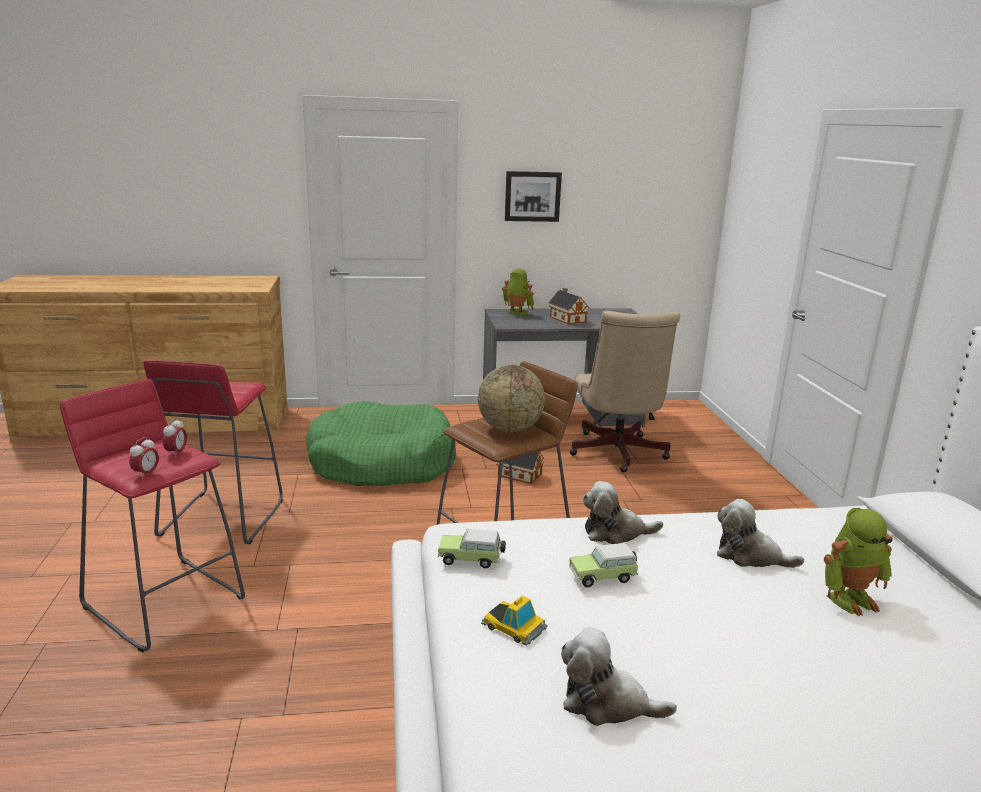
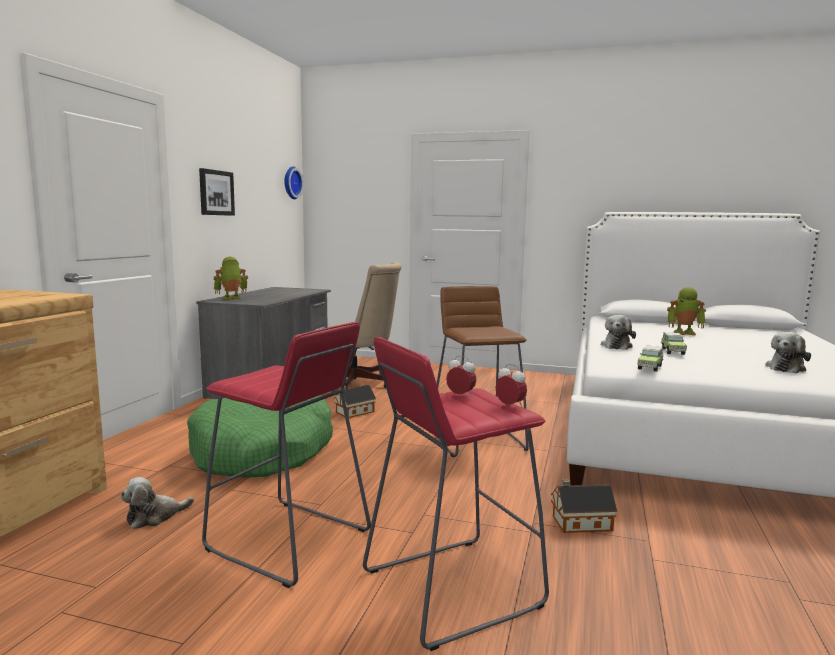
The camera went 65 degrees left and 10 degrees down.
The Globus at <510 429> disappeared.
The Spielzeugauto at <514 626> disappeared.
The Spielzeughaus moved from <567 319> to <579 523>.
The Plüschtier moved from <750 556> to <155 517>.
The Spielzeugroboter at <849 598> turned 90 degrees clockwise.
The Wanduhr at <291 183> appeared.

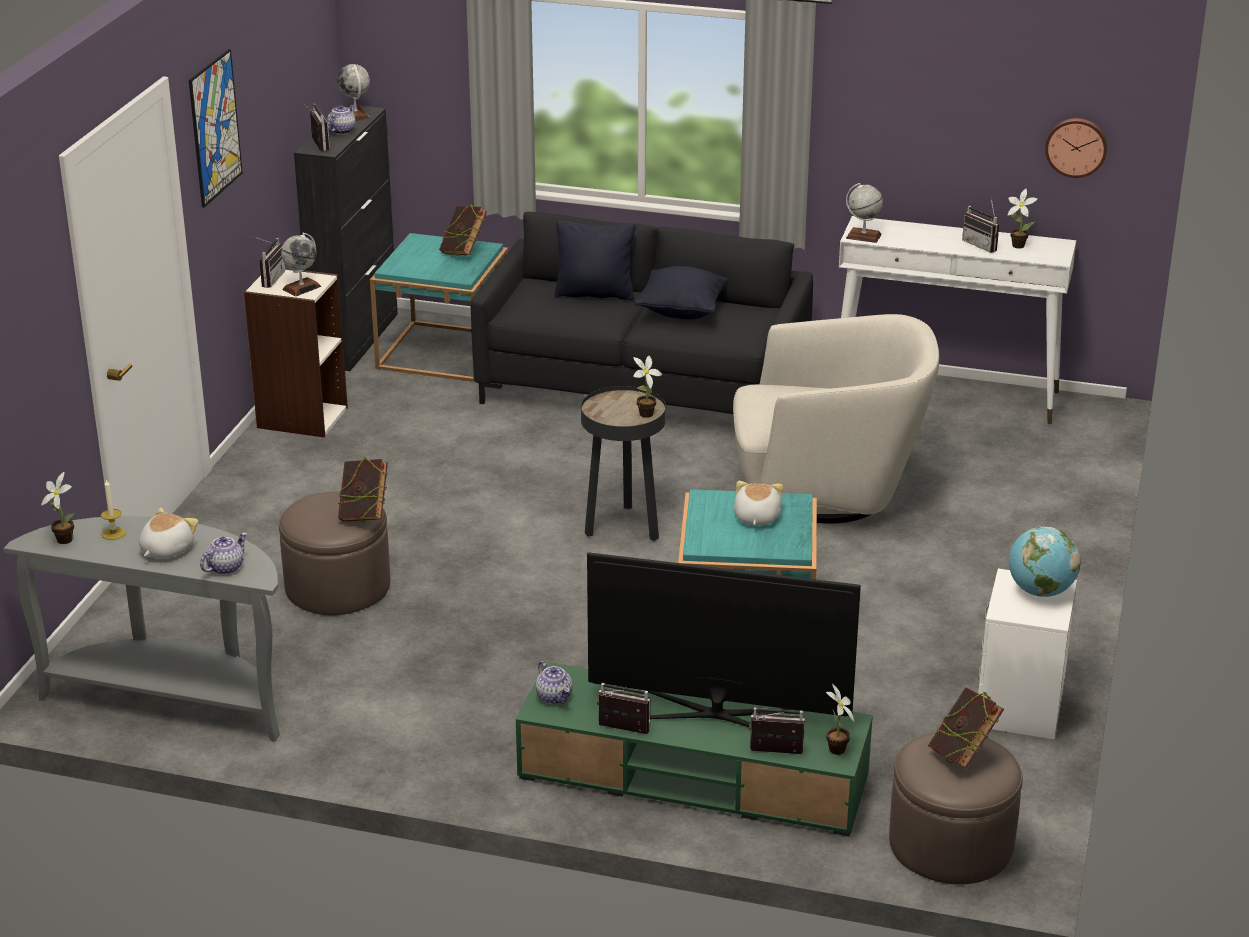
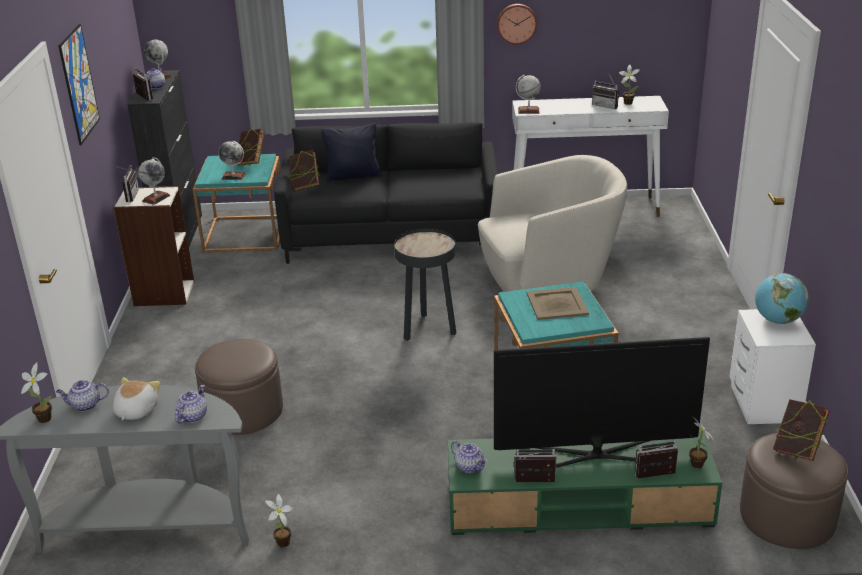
The camera went 15 degrees left and 0 degrees up.
The Kerze at <113 533> was replaced by the Teekanne at <85 405>.
The Buch moved from <364 515> to <305 186>.
The Topfpflanze moved from <644 415> to <281 544>.
The Kissen/schwarz at <682 311> disappeared.
The Plüschtier at <756 518> was replaced by the Tablett/beige at <556 304>.
The Wanduhr moved from <1076 146> to <516 23>.
The Globus at <233 176> appeared.

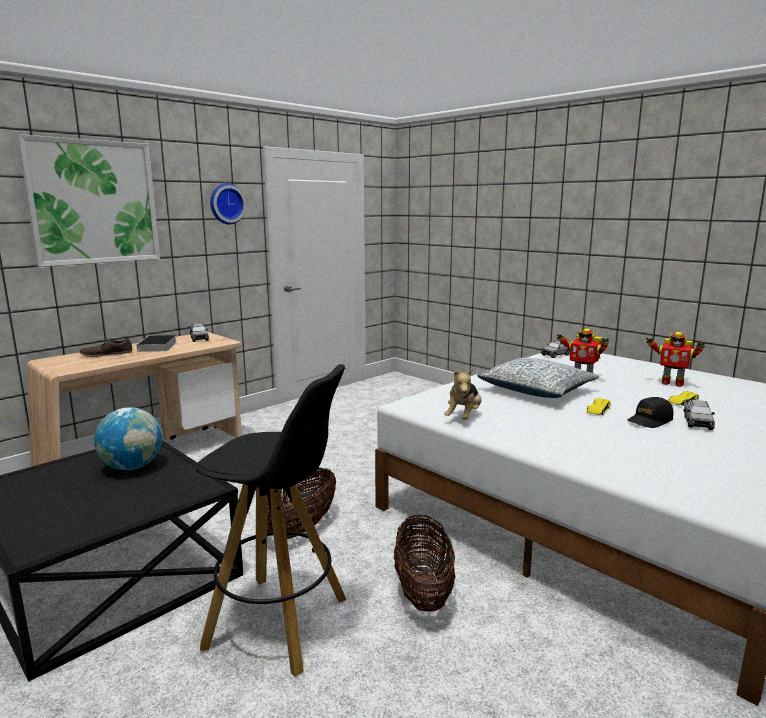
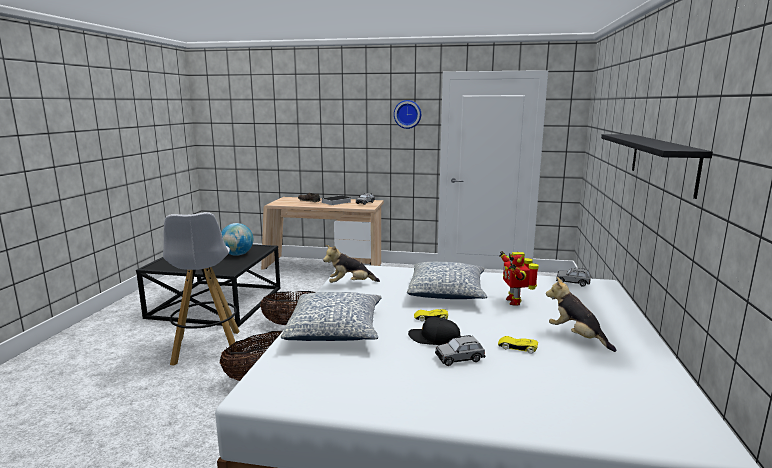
The camera went 55 degrees right and 0 degrees up.
The Bild at <94 202> disappeared.
The Hocker/schwarz at <280 623> became the Hocker/weiß at <207 348>.
The Spielzeugroboter at <671 383> was replaced by the Plüschtier at <576 337>.
The Kissen at <335 330> appeared.
The Wandregal/schwarz at <662 161> appeared.

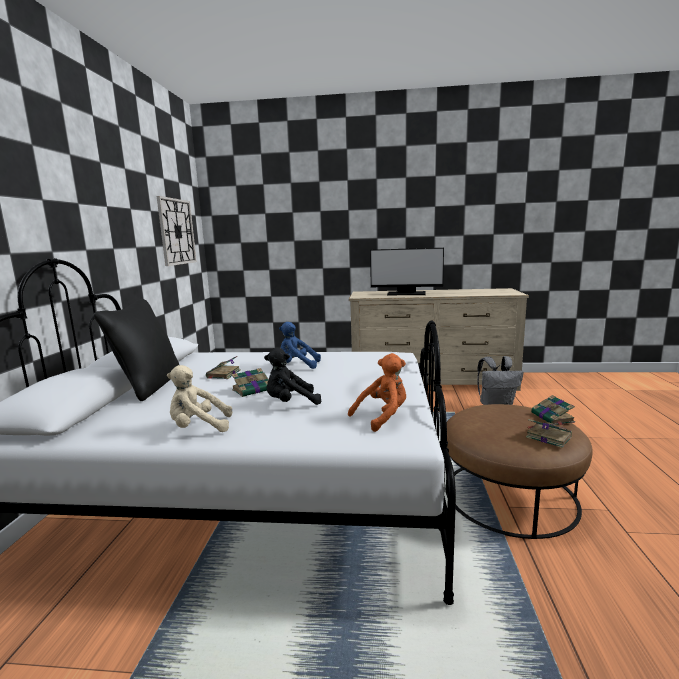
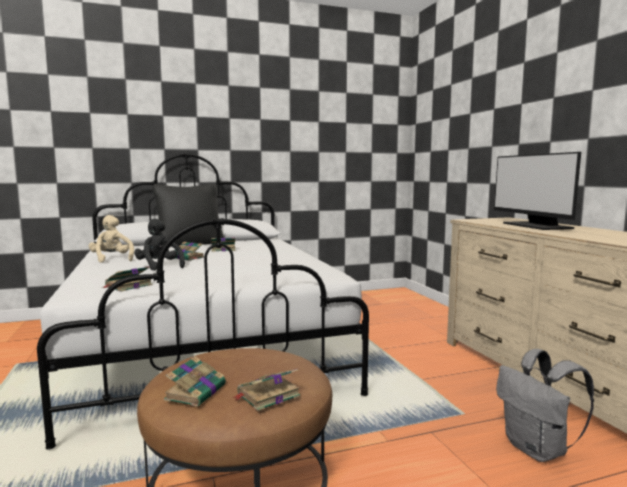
The camera went 65 degrees right and 5 degrees down.
The Wanduhr at <177 232> disappeared.
The Plüschtier/blau at <297 366> disappeared.
The Plüschtier/orange at <383 417> was replaced by the Buch at <127 286>.

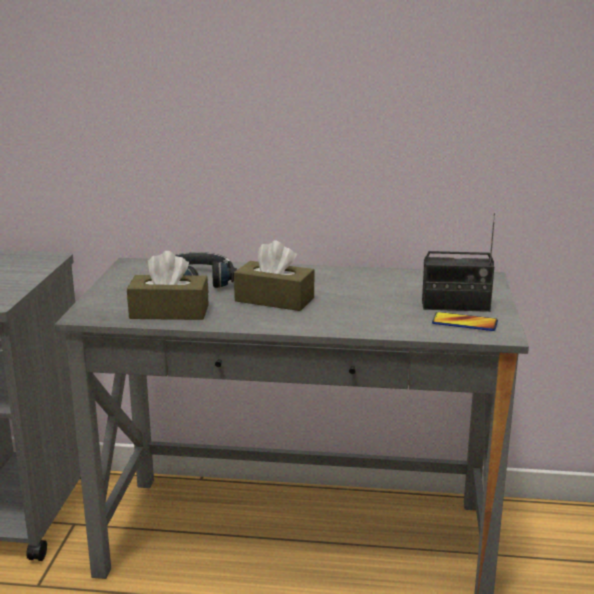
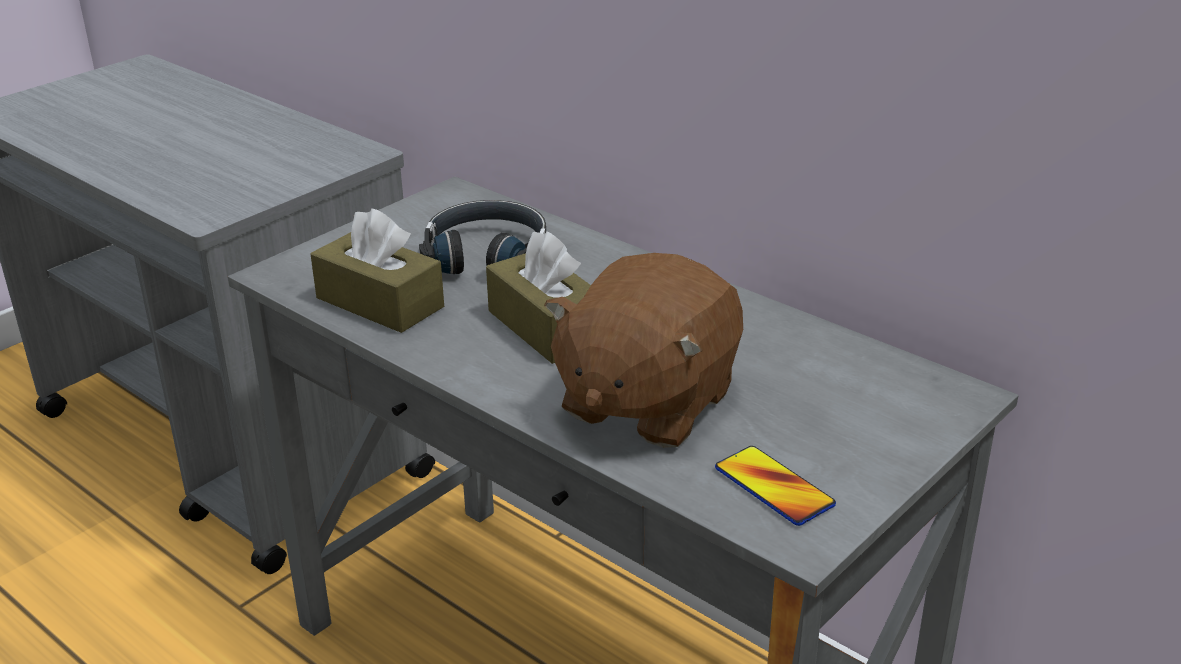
The camera went 35 degrees right and 10 degrees up.
The Radio at <455 306> disappeared.
The Plüschtier/braun at <646 402> appeared.

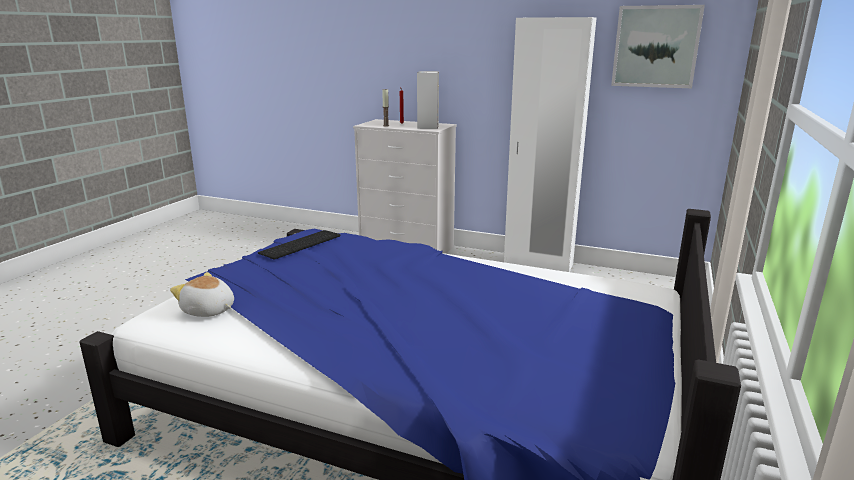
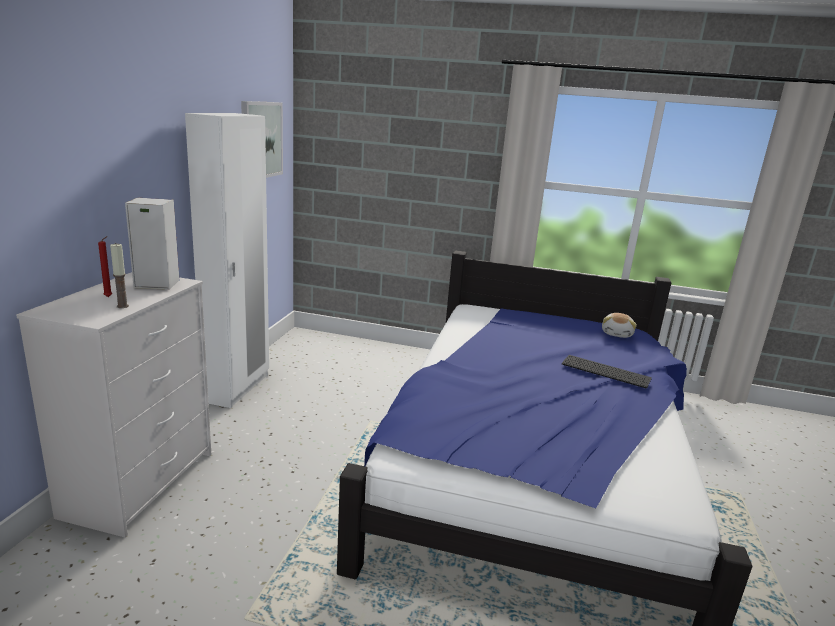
The camera went 100 degrees left and 0 degrees up.
The Plüschtier moved from <208 311> to <617 334>.
The Tastatur moved from <301 245> to <607 371>.

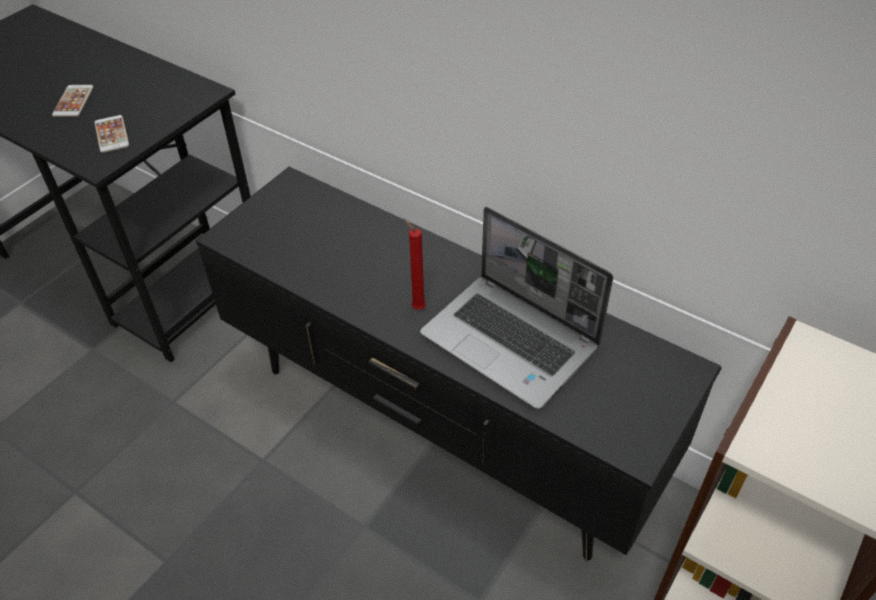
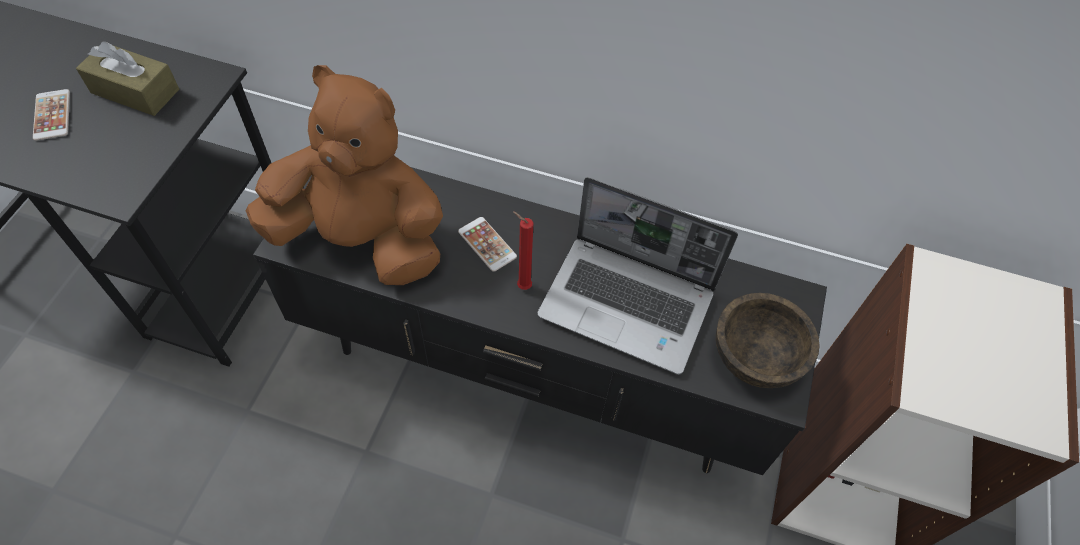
The camera went 20 degrees left and 10 degrees up.
The Handy moved from <112 134> to <487 244>.
The Taschentuchbox/braun at <135 91> appeared.
The Plüschtier/braun at <362 239> appeared.
The Schüssel/braun at <755 356> appeared.

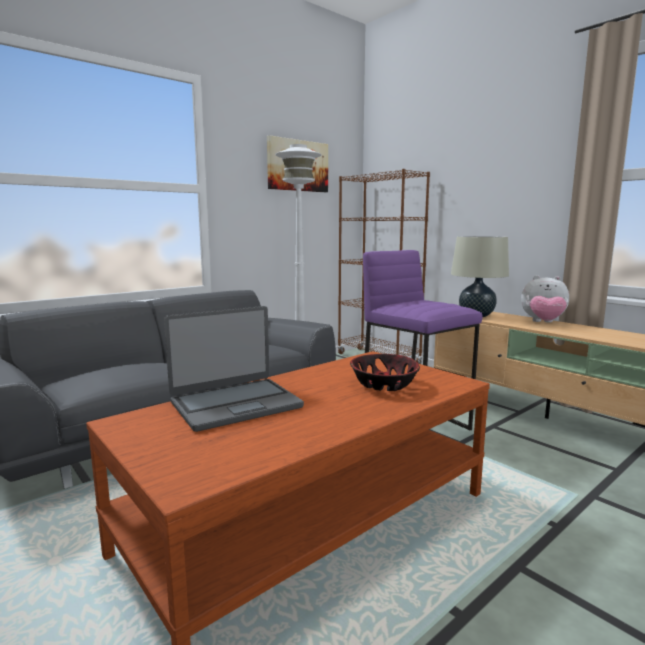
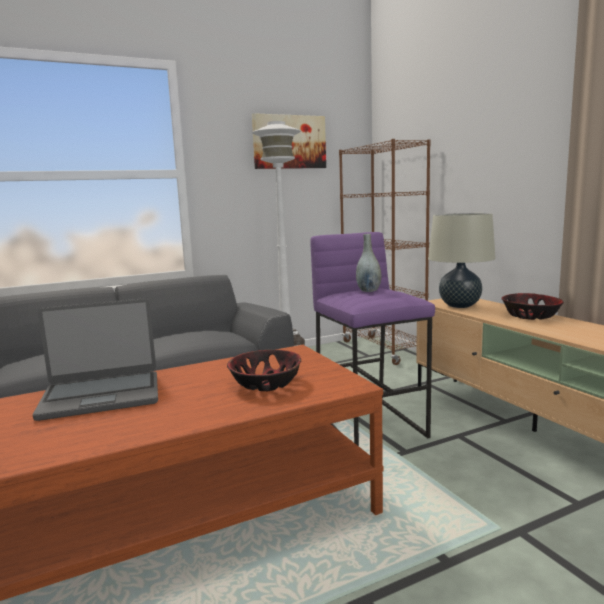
The camera went 15 degrees right and 0 degrees up.
The Plüschtier at <543 322> was replaced by the Schüssel at <531 316>.
The Vase/grau at <368 290> appeared.

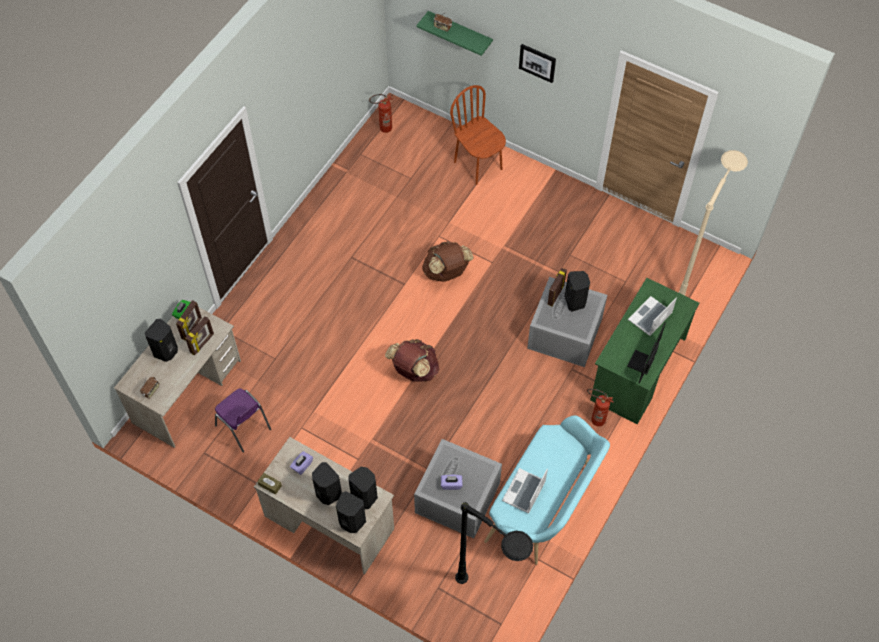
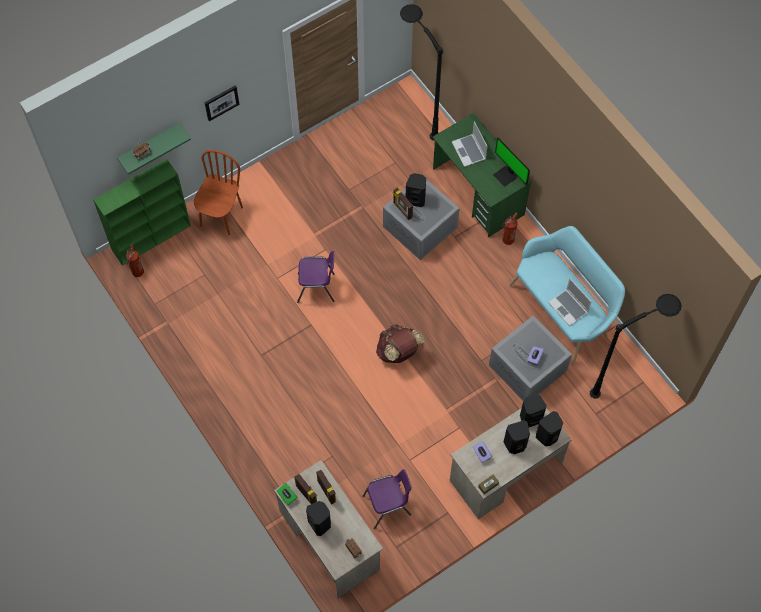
The camera went 65 degrees left and 5 degrees up.
The Rucksack/braun at <446 272> was replaced by the Stuhl/lila at <317 288>.
The Stuhl/braun at <478 165> turned 120 degrees clockwise.
The Stehlampe/beige at <693 276> became the Stehlampe/schwarz at <415 114>.
The Bücherregal/grün at <152 237> appeared.

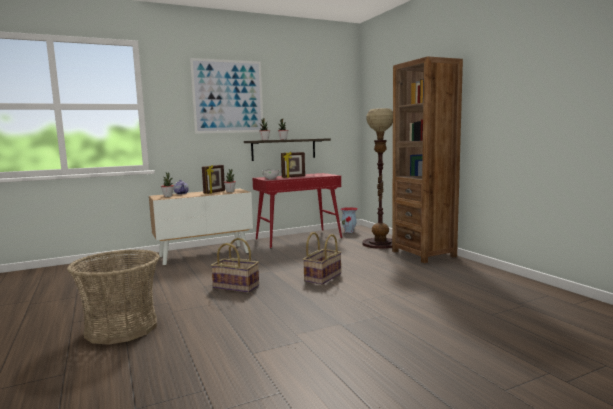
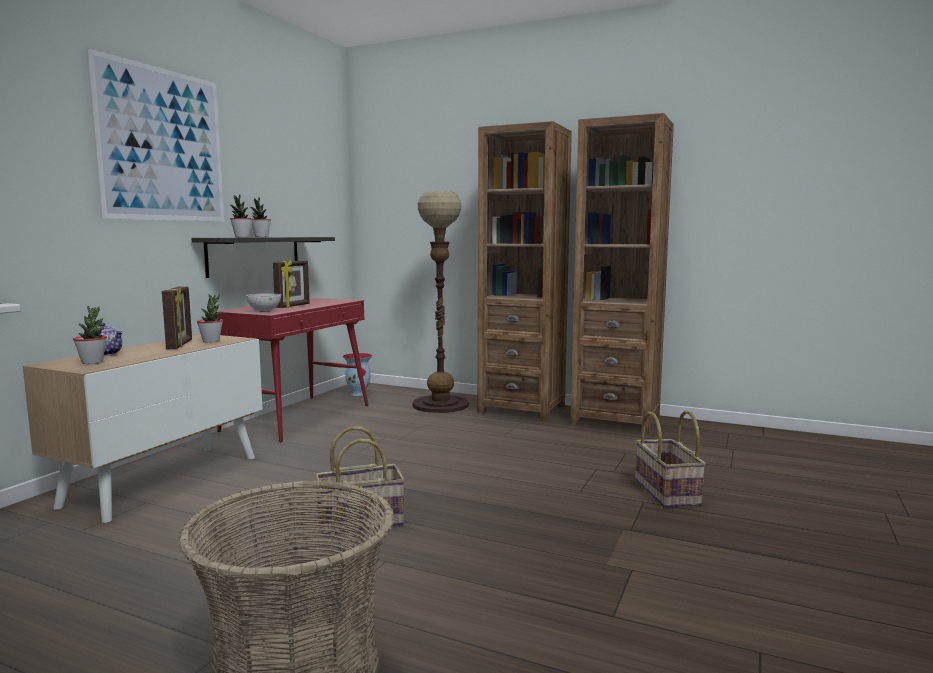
The camera went 40 degrees left and 0 degrees up.
The Korb moved from <322 277> to <665 492>.
The Bücherregal/braun at <615 420> appeared.

